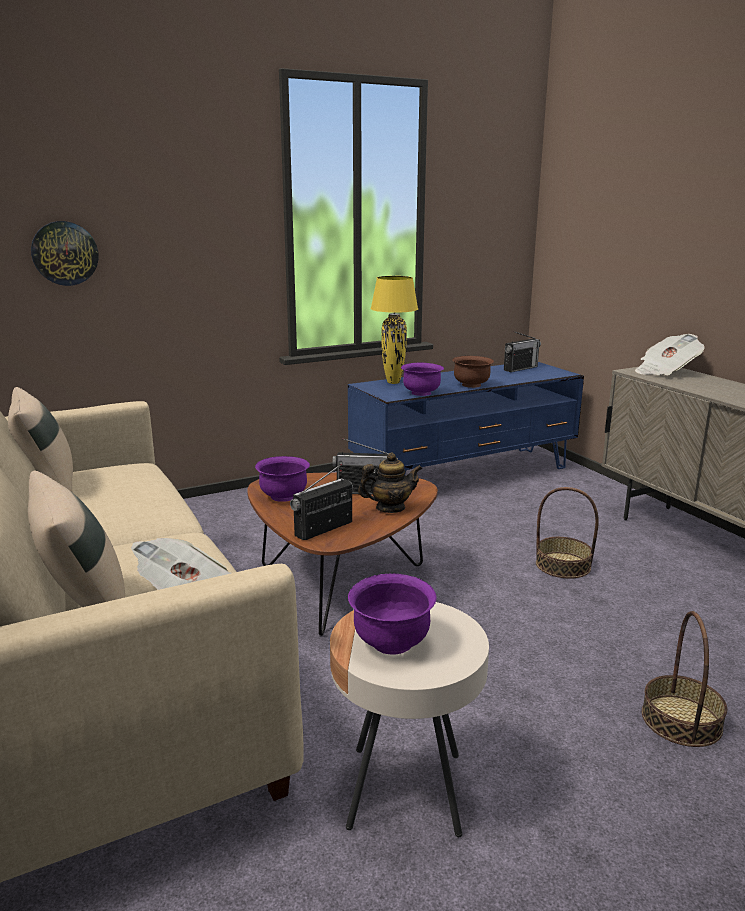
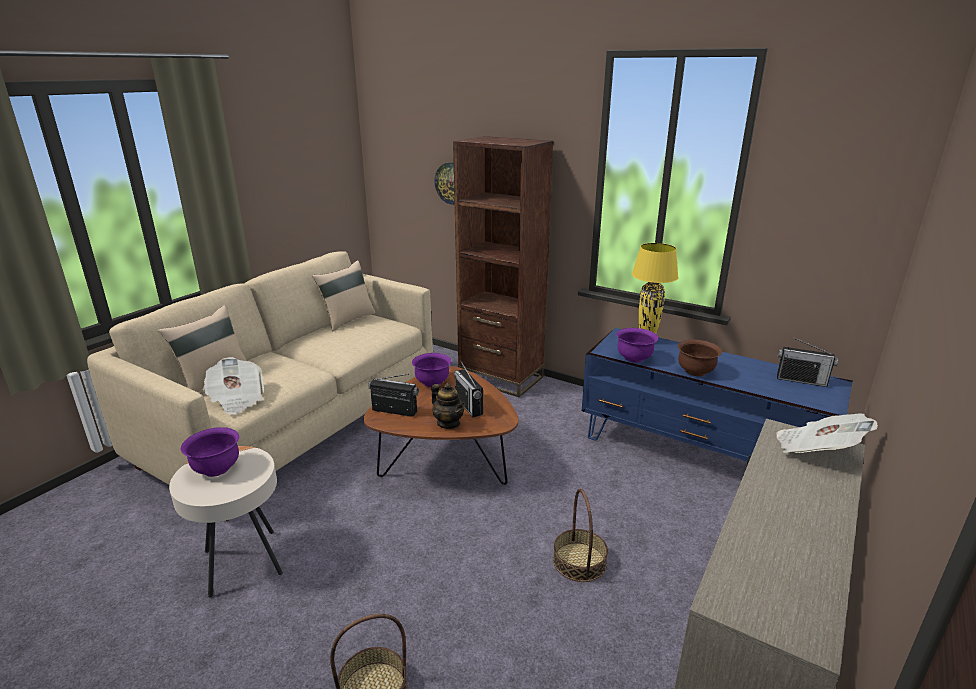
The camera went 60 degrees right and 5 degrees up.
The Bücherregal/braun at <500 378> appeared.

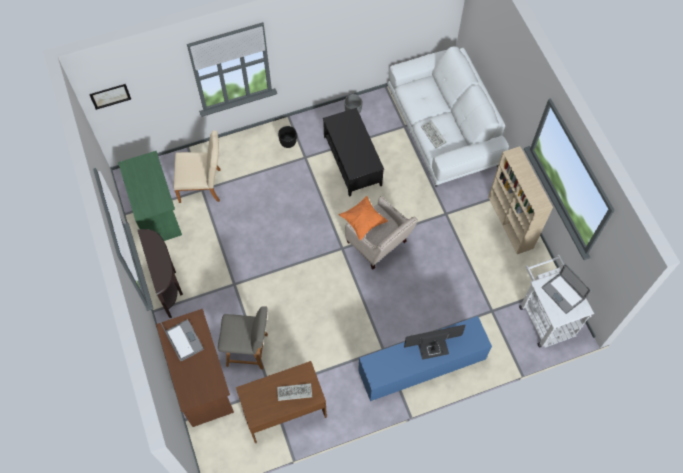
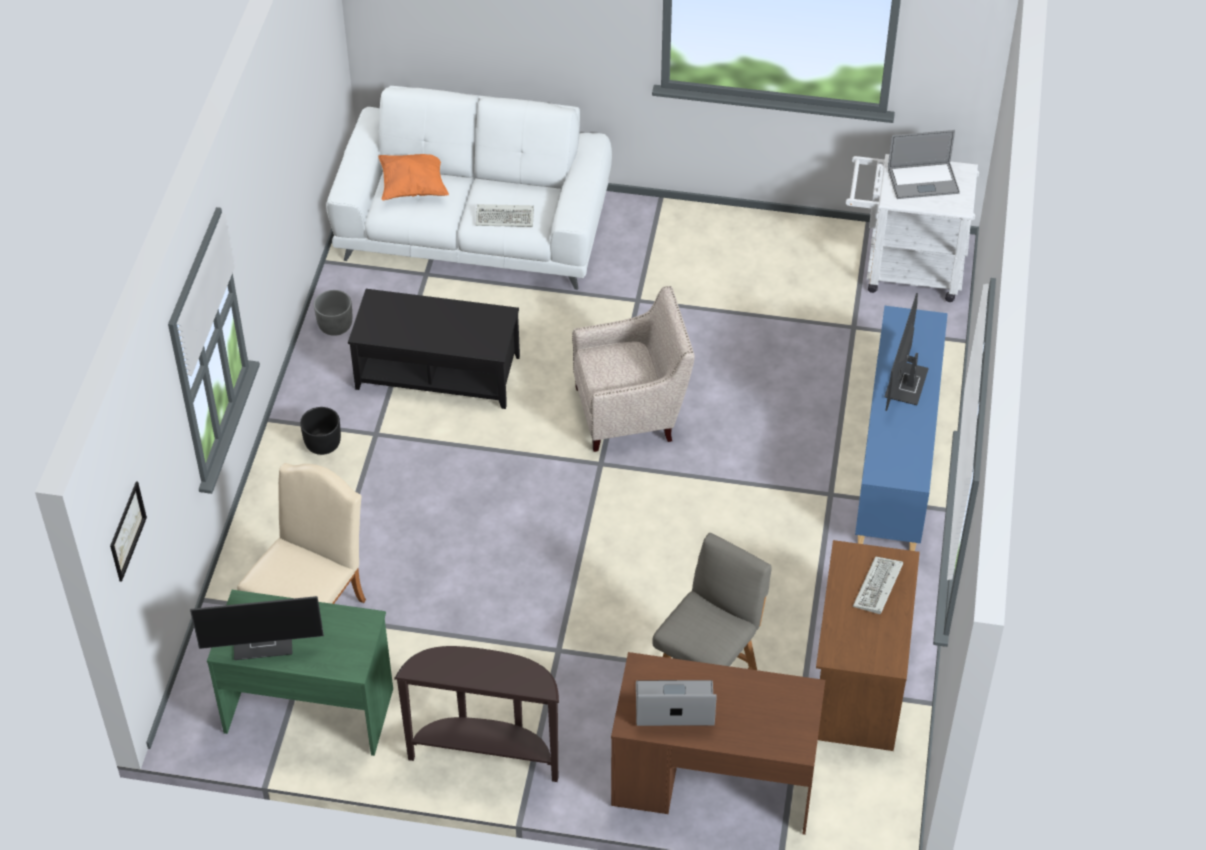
The camera went 60 degrees left and 15 degrees down.
The Kissen/orange moved from <363 221> to <413 186>.
The Bücherregal/beige at <511 223> disappeared.
The Monitor at <264 642> appeared.

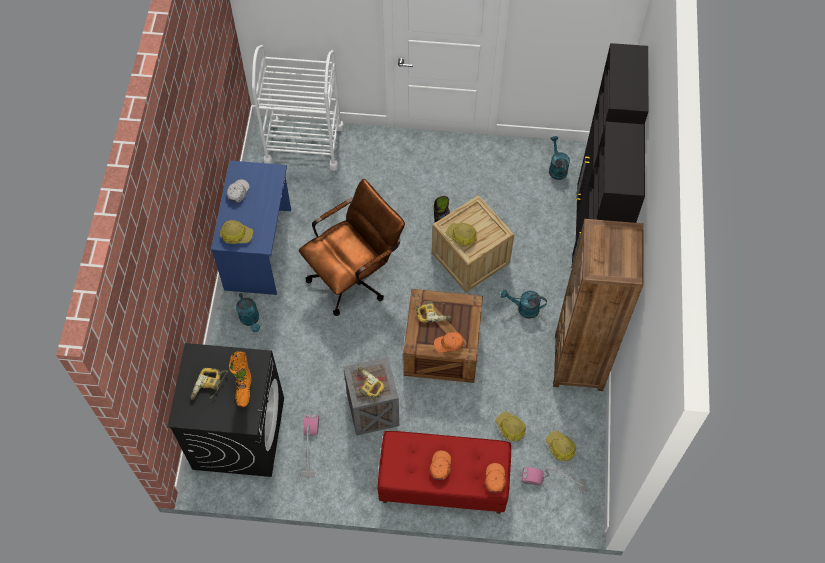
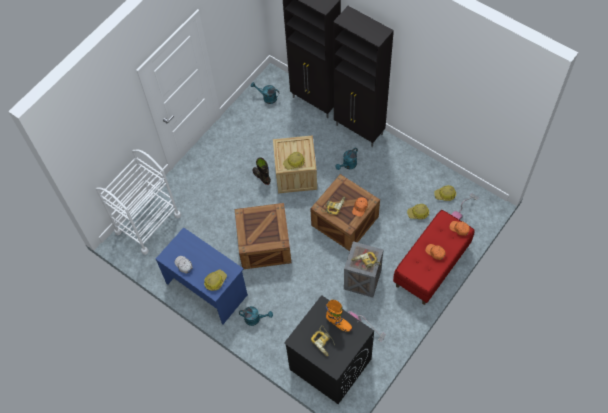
The camera went 55 degrees left and 0 degrees up.
The Bürostuhl/braun at <355 276> was replaced by the Kiste at <265 243>.
The Bücherregal/braun at <579 362> disappeared.

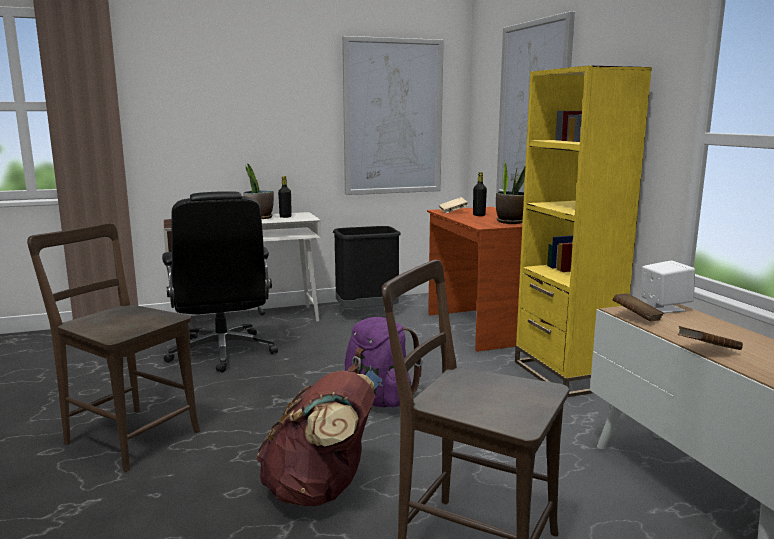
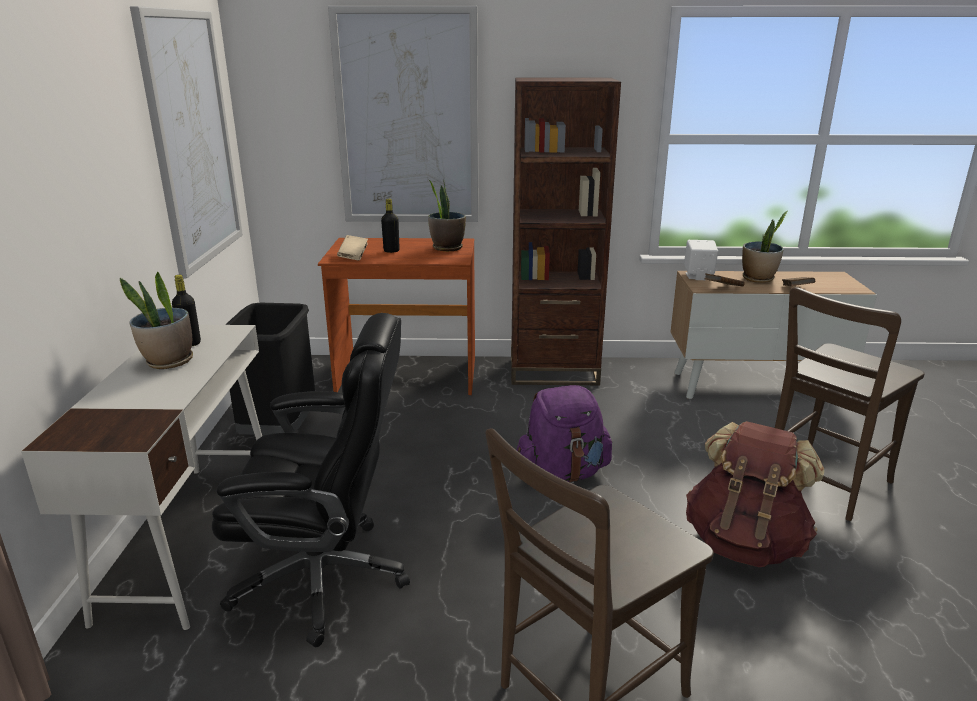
The camera went 70 degrees left and 10 degrees up.
The Bücherregal/gelb at <565 374> became the Bücherregal/braun at <553 372>.
The Topfpflanze at <758 279> appeared.

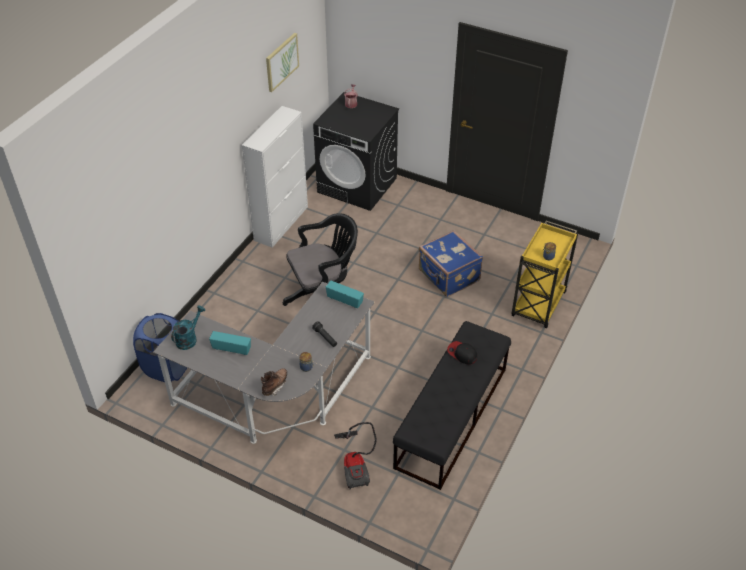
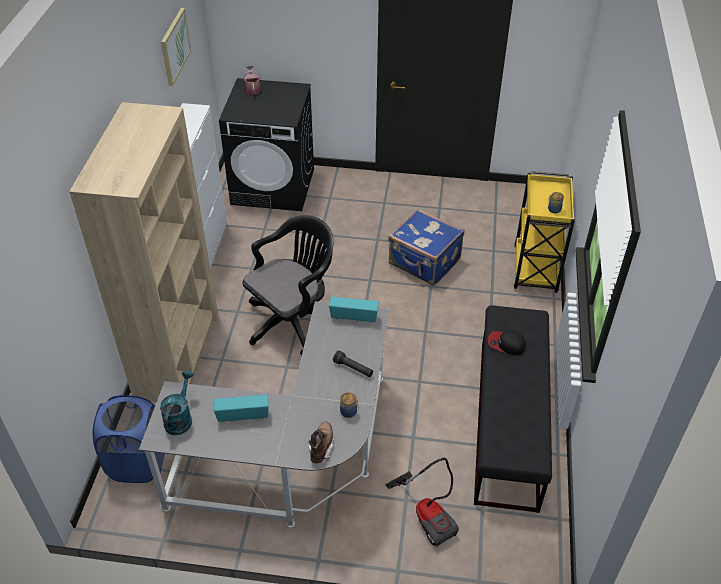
The camera went 20 degrees left and 0 degrees up.
The Bücherregal/beige at <177 354> appeared.

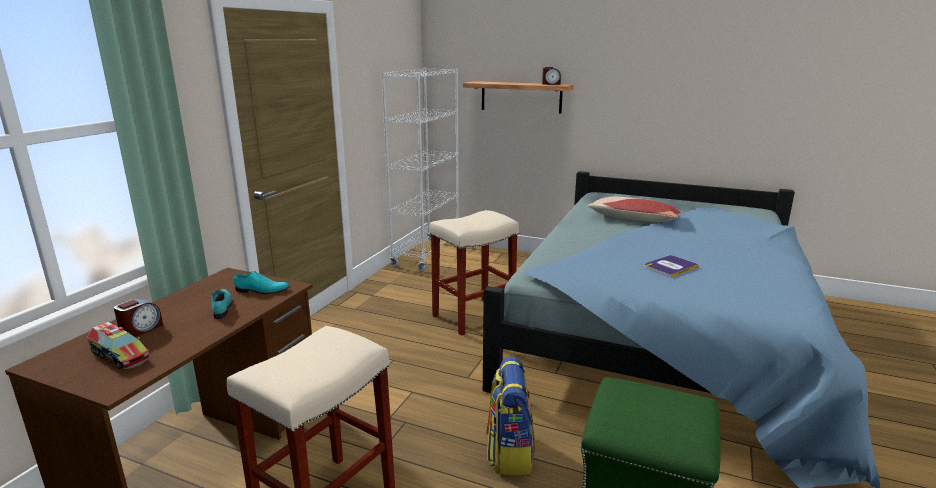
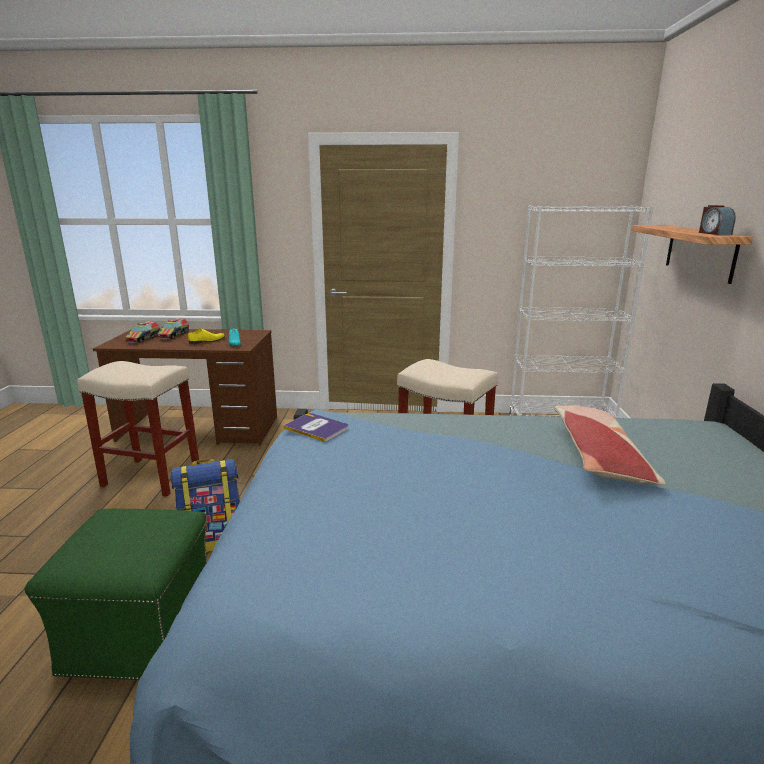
The camera went 70 degrees right and 0 degrees up.
The Wecker at <141 330> was replaced by the Spielzeuglaster at <174 335>.
The Schuh/türkis at <222 306> became the Schuh/gelb at <207 341>.
The Buch moved from <670 267> to <317 428>.

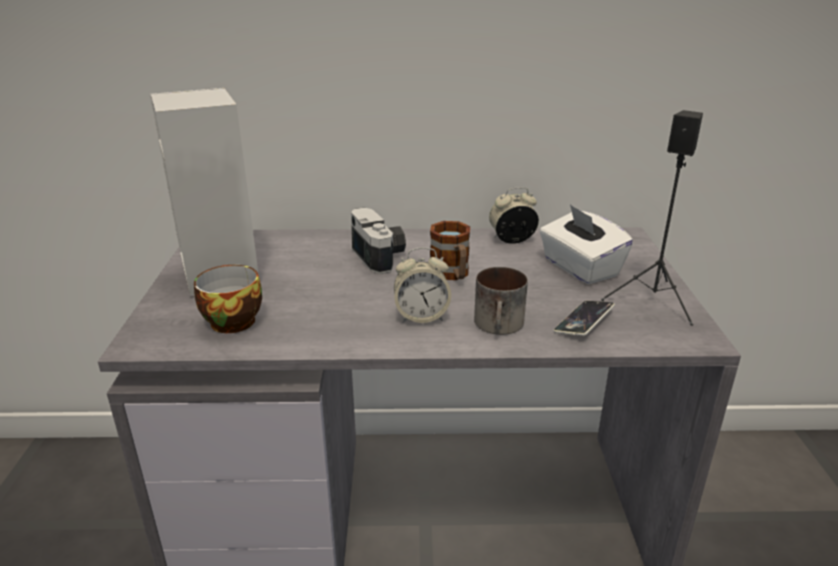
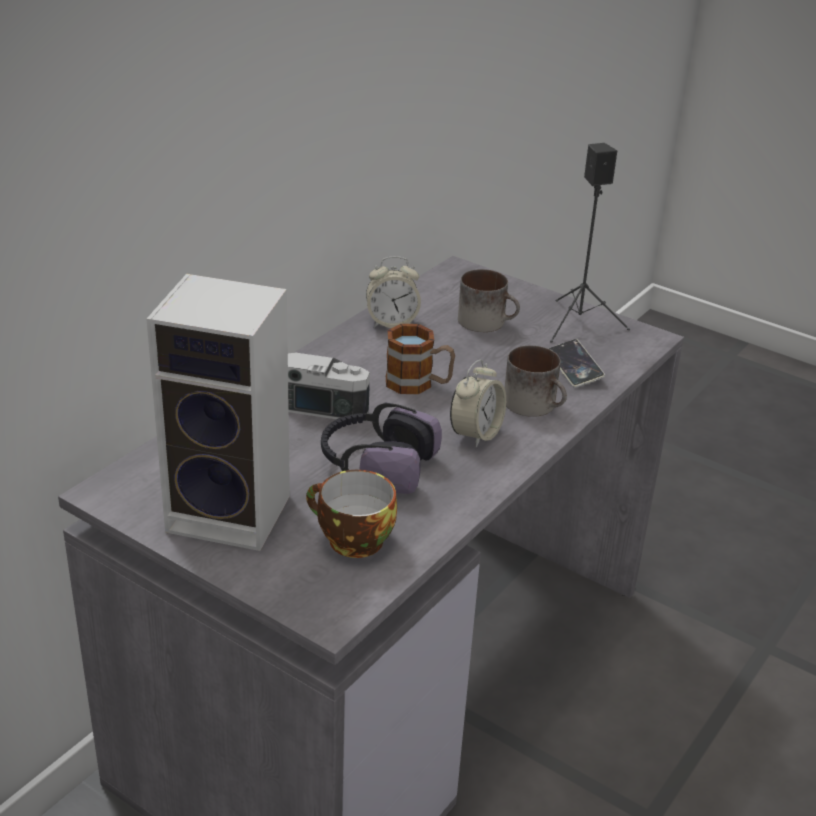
The camera went 55 degrees left and 5 degrees up.
The Wecker at <512 240> turned 120 degrees counterclockwise.
The Taschentuchbox/weiß at <579 268> was replaced by the Henkelbecher at <488 321>.
The Kopfhörer at <376 465> appeared.

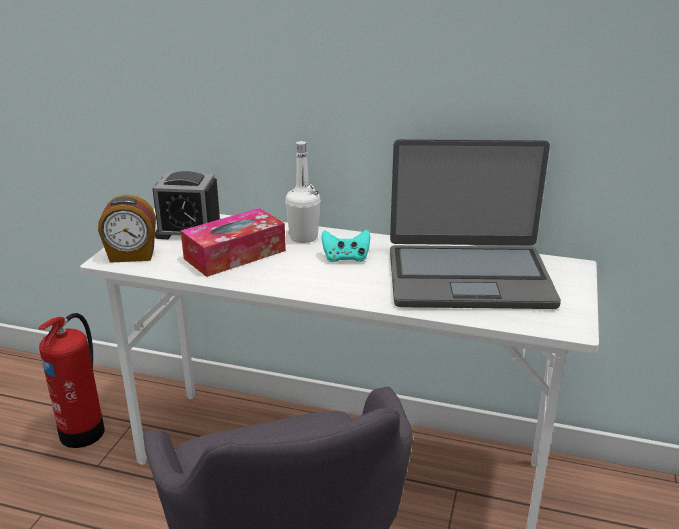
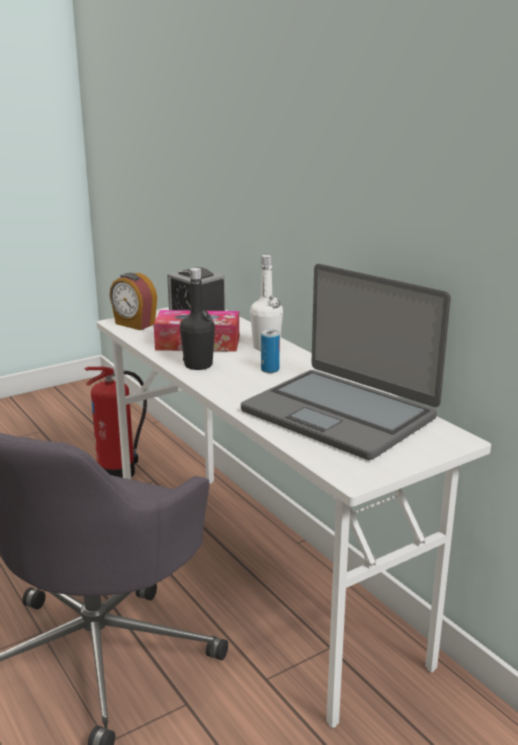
The camera went 40 degrees right and 5 degrees down.
The Gamepad/türkis at <346 258> was replaced by the Dose at <270 370>.
The Flasche/schwarz at <198 365> appeared.

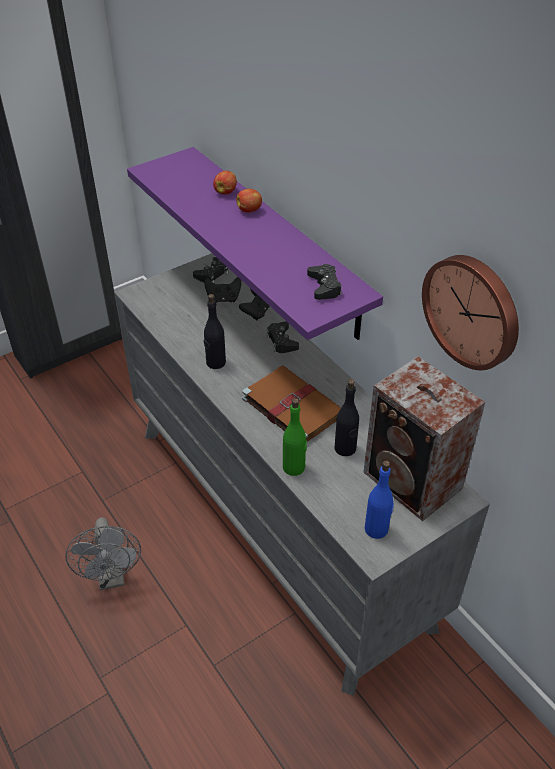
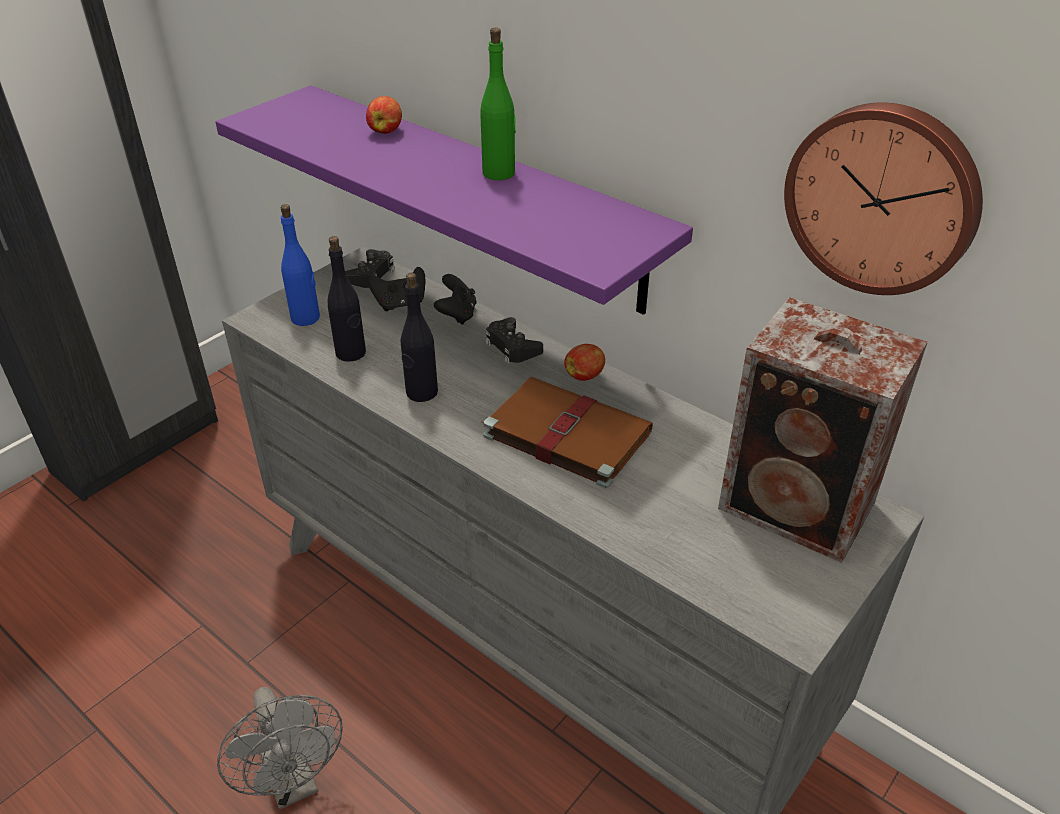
The camera went 15 degrees left and 5 degrees down.
The Apfel moved from <249 210> to <585 376>.
The Flasche/grün moved from <294 467> to <499 173>.
The Gamepad/schwarz at <324 286> disappeared.
The Flasche/schwarz moved from <345 448> to <351 353>.
The Flasche/blau moved from <376 529> to <306 318>.

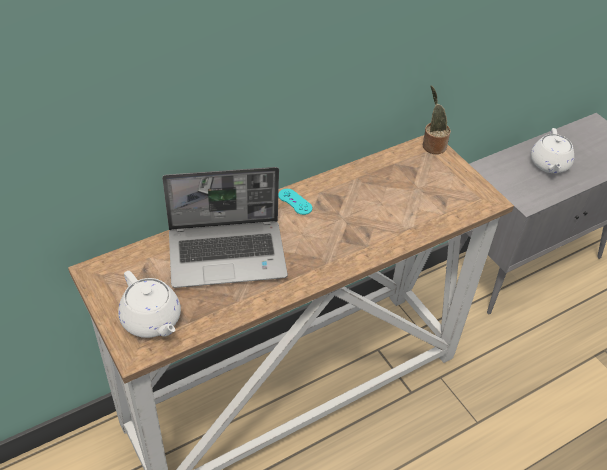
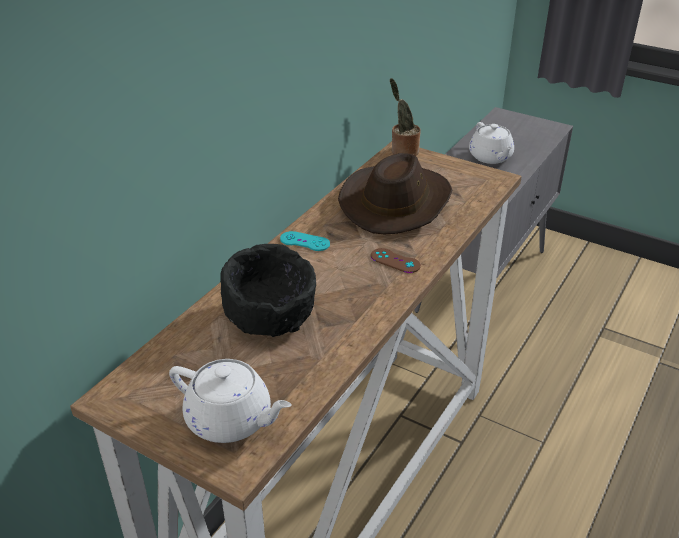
The camera went 25 degrees left and 10 degrees down.
The Laptop at <228 254> was replaced by the Schüssel/schwarz at <270 316>.
The Hut/braun at <396 202> appeared.
The Gamepad/braun at <395 261> appeared.

